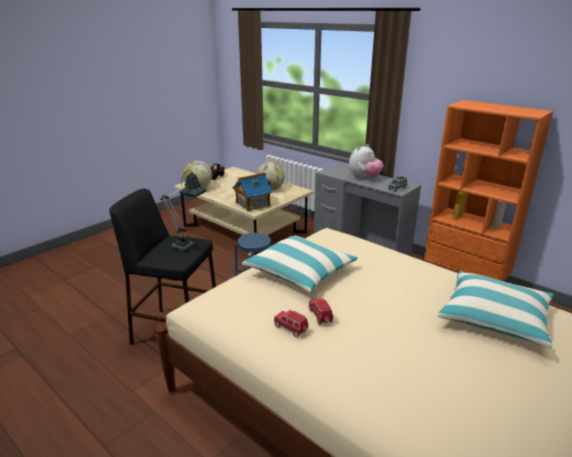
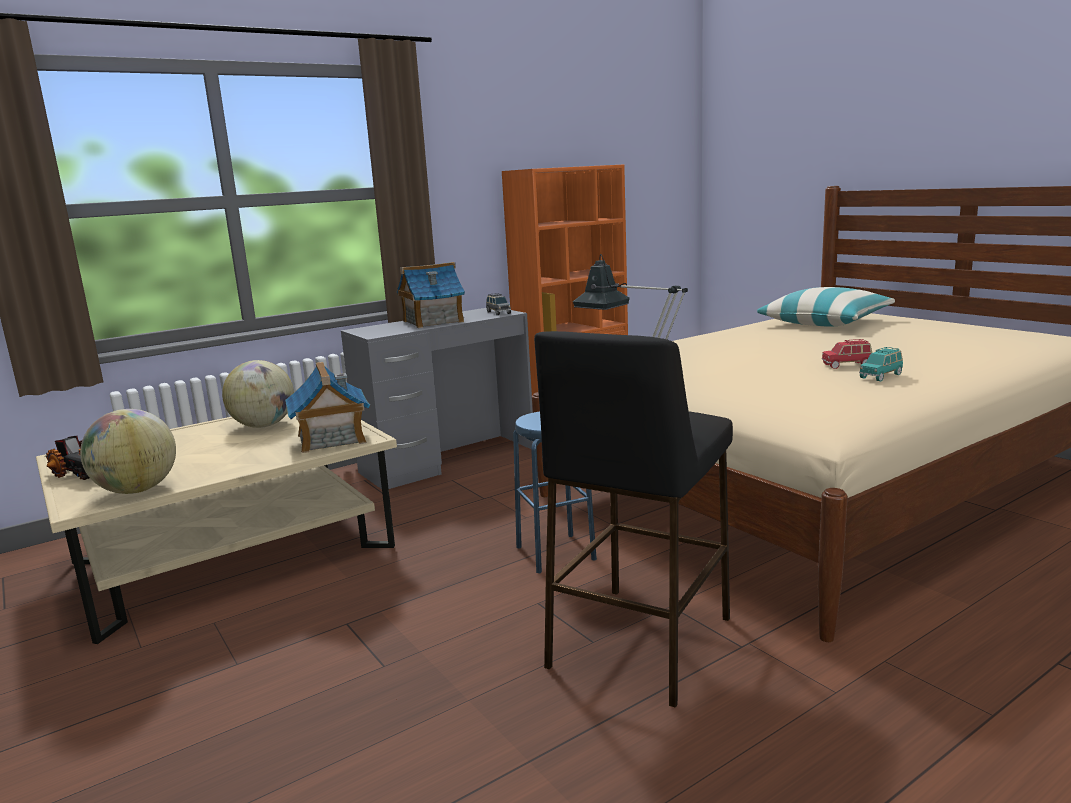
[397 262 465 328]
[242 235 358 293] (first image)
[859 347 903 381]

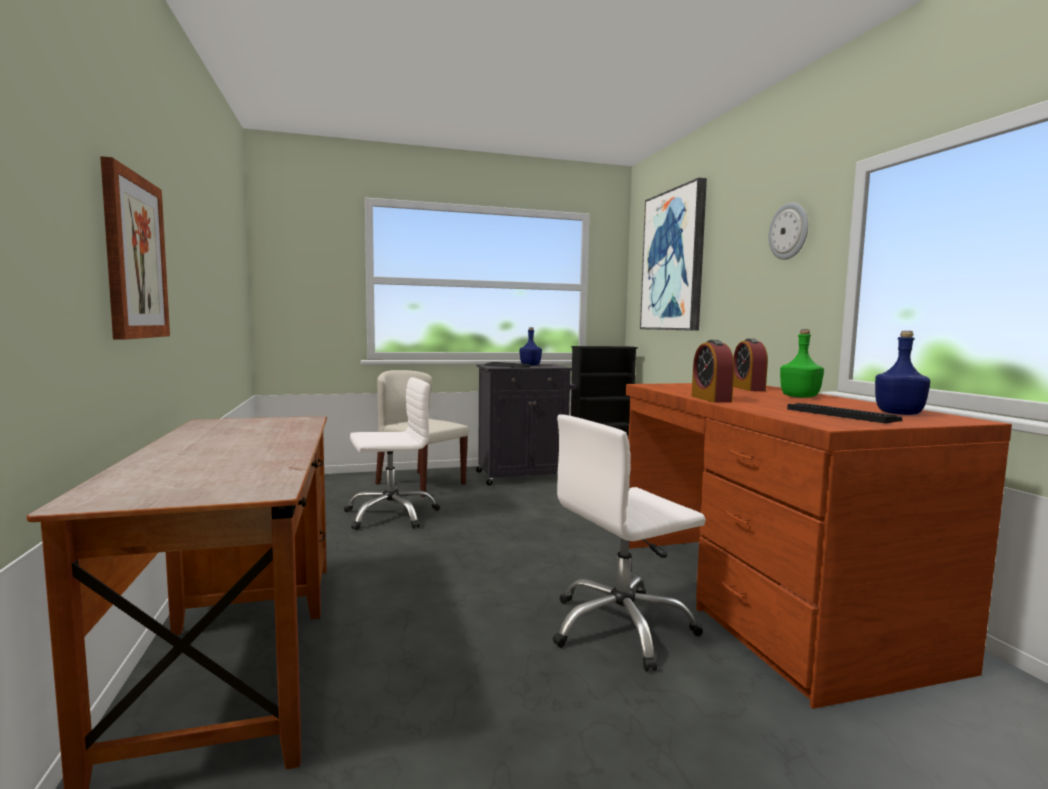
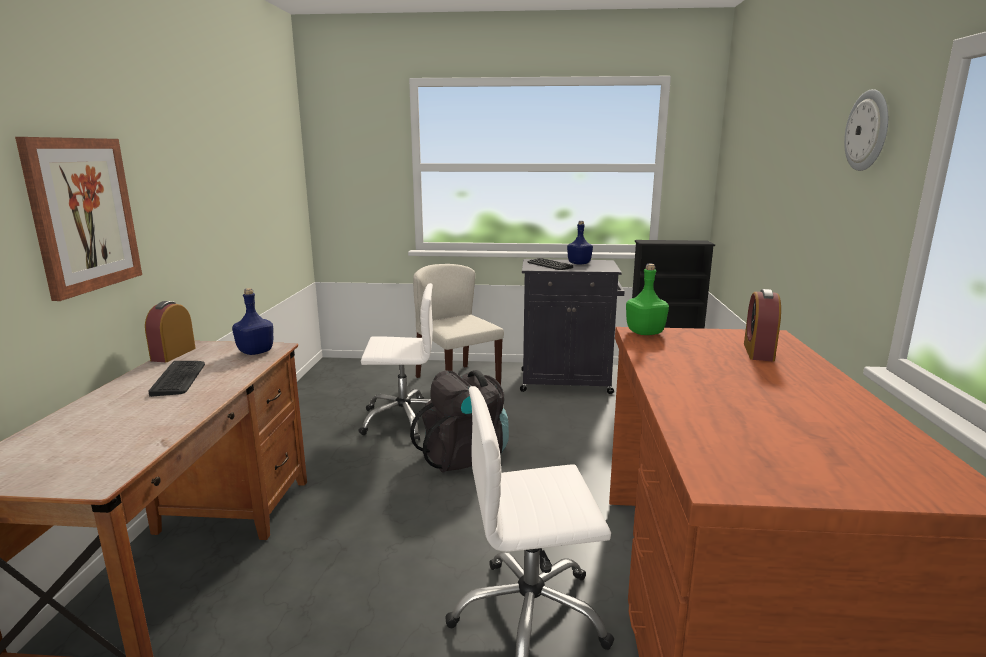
[640 178 707 331] (first image)
[626 264 669 335]
[232 288 273 355]
[145 301 196 362]
[148 361 205 397]
[410 370 509 473]

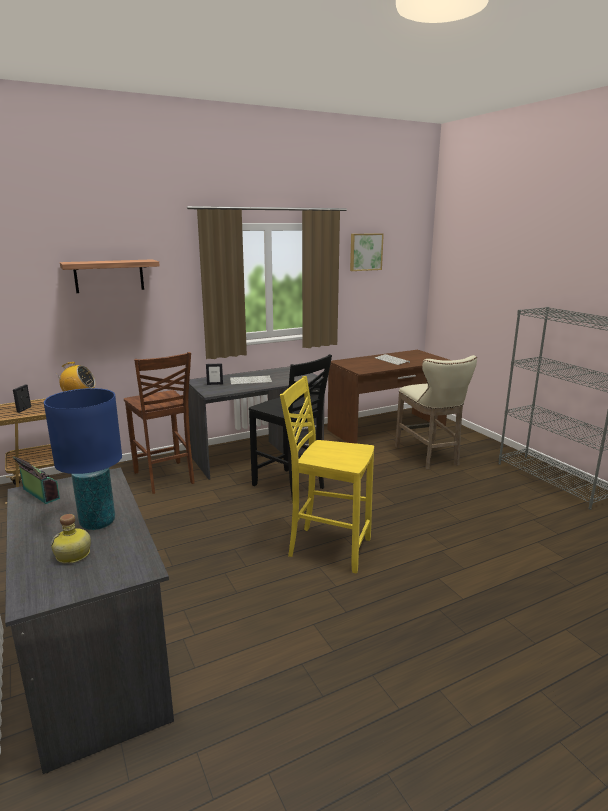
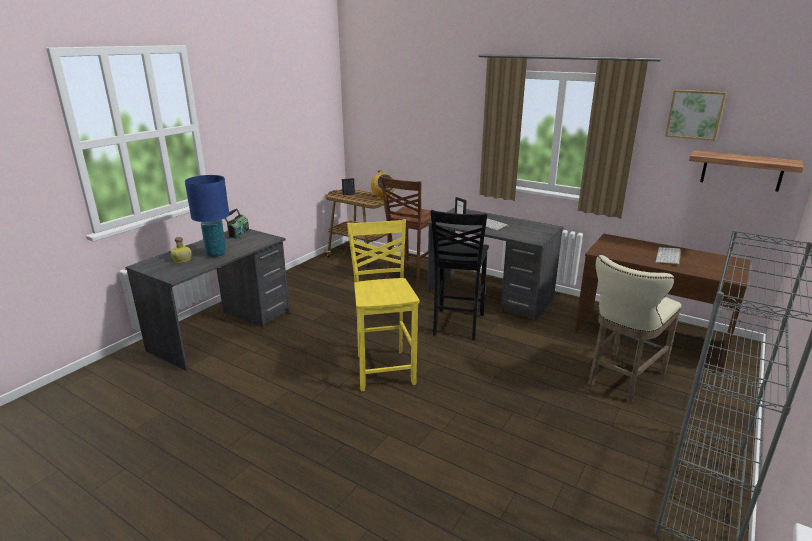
[689 150 804 192]

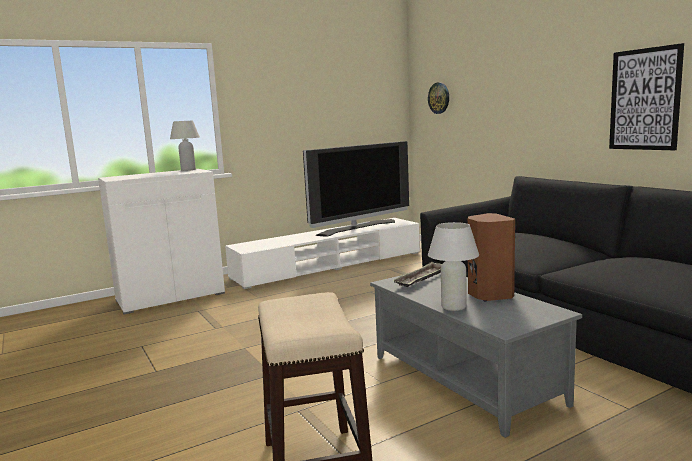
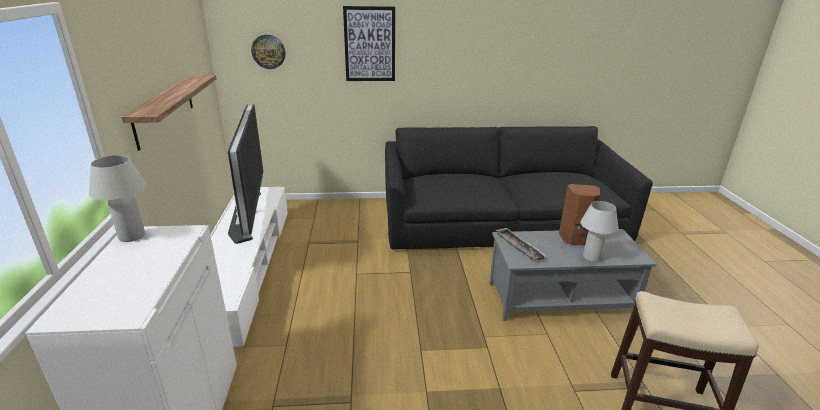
[343 6 395 81]
[121 75 216 151]

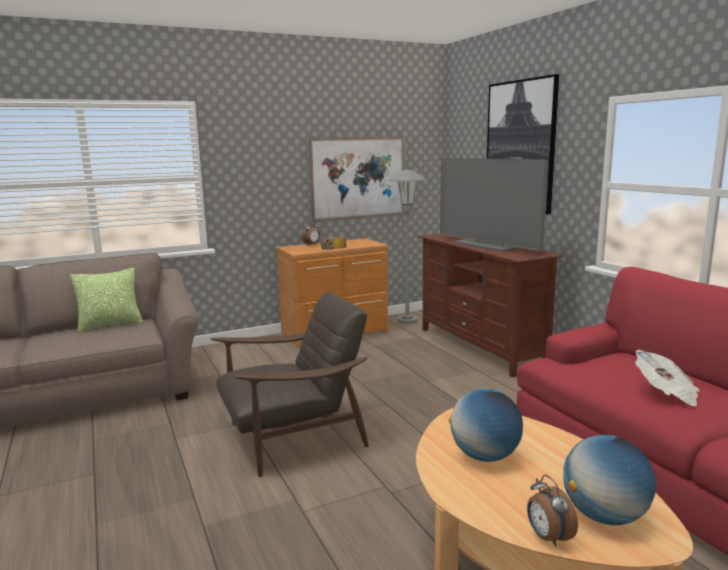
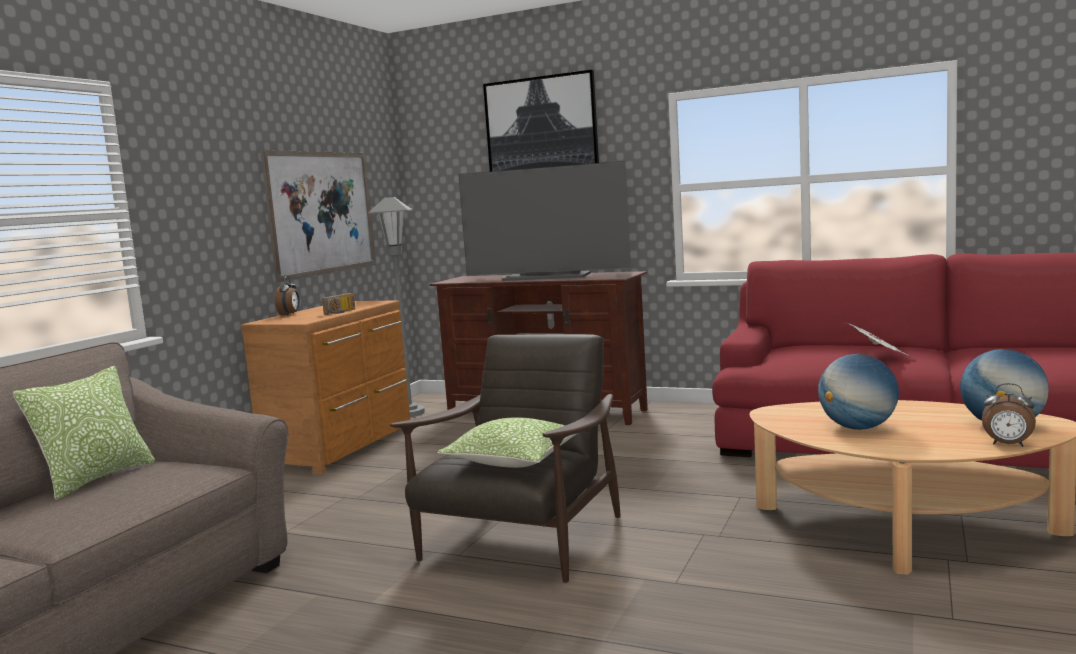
[437 417 578 468]

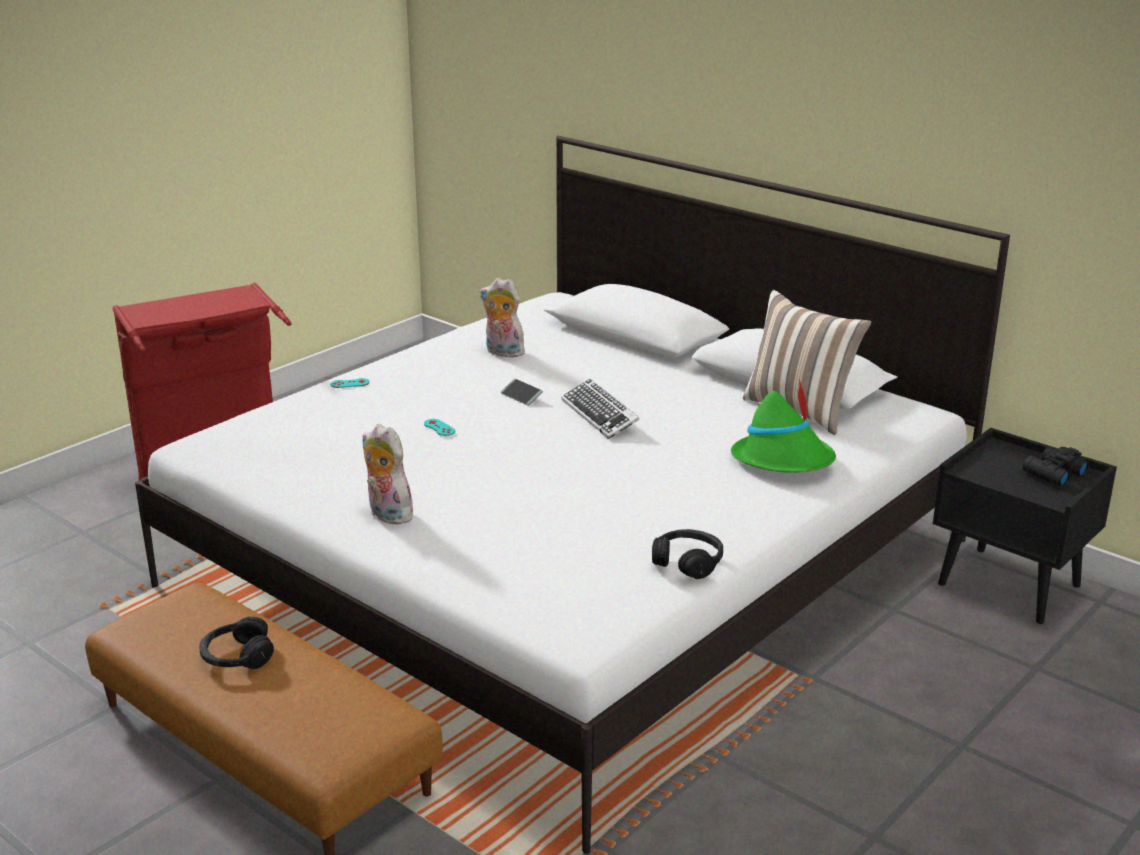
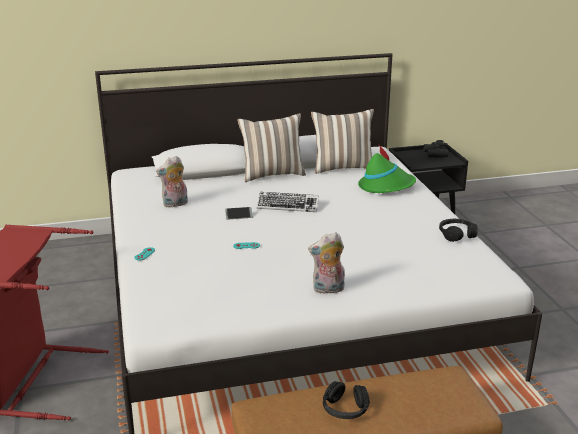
[237 113 306 182]

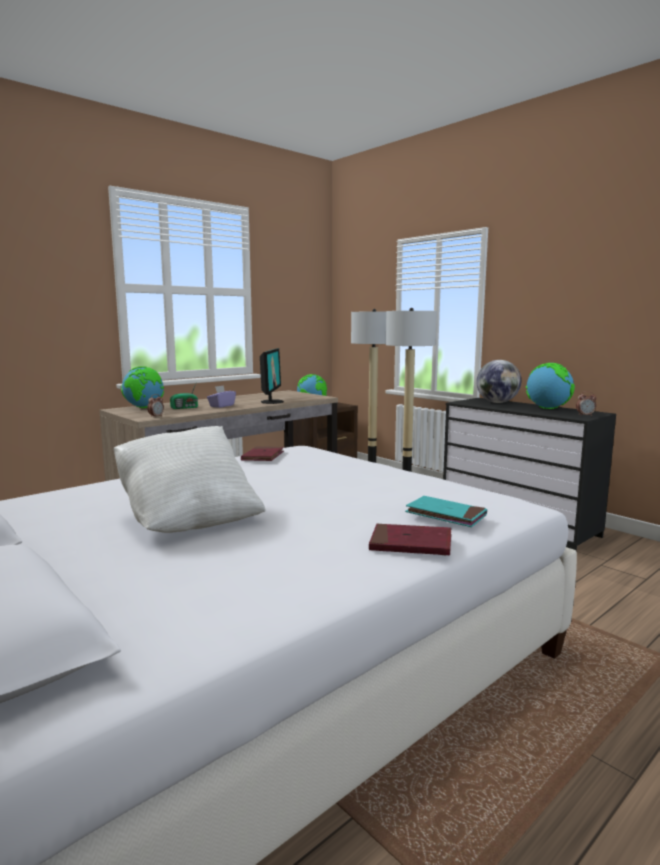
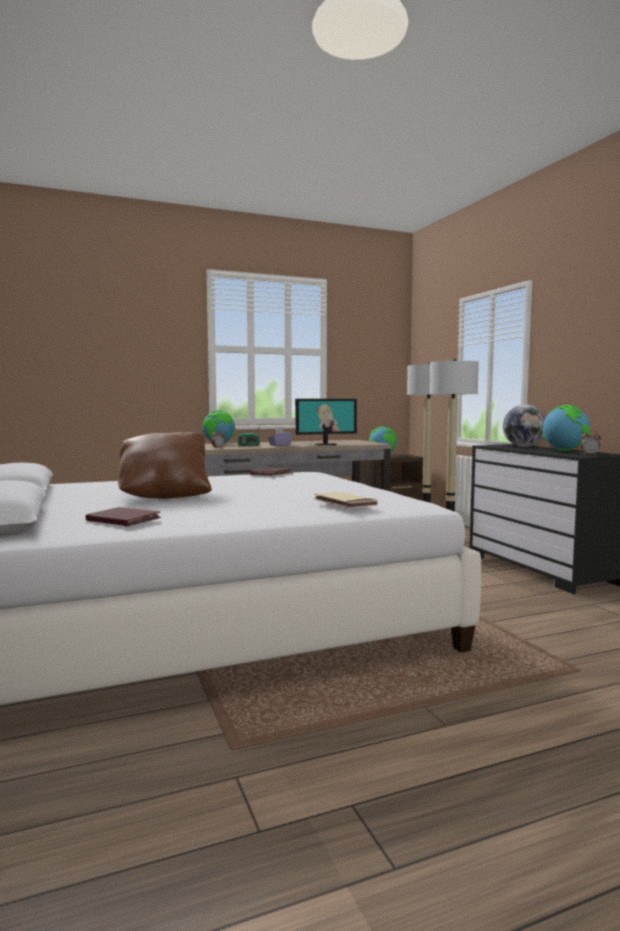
[295 399 357 445]
[118 432 212 499]
[314 491 378 509]
[86 507 161 526]

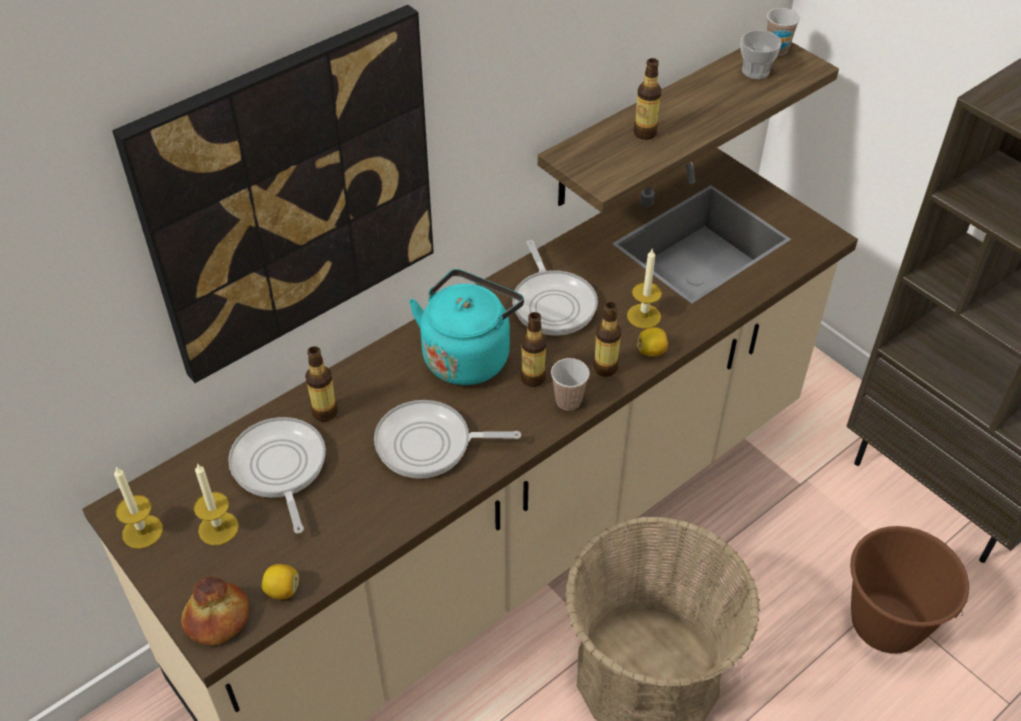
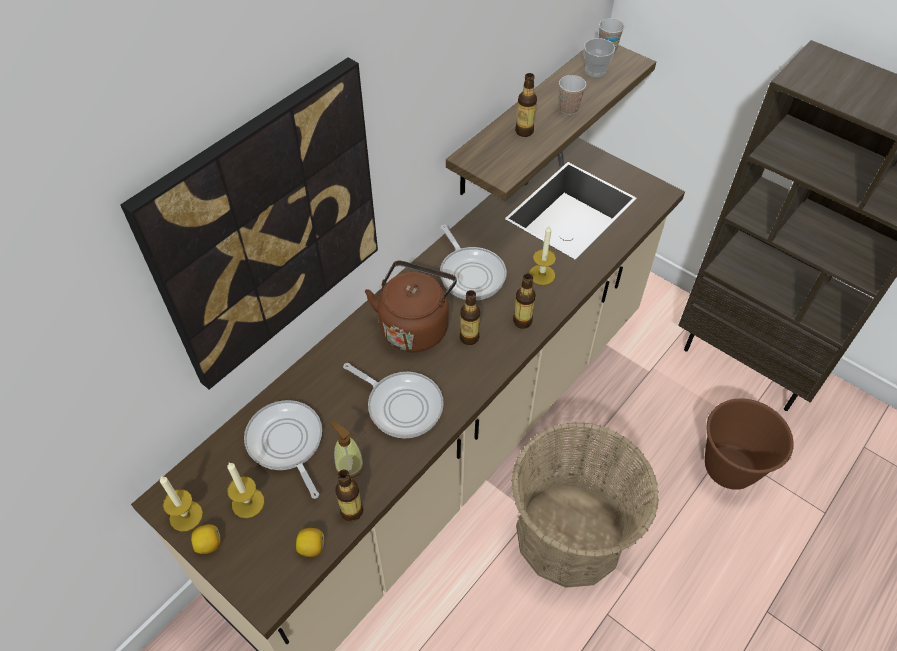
[365 261 457 352]
[191 524 220 554]
[335 469 363 521]
[559 75 586 115]
[343 363 444 438]
[181 577 249 645] (first image)
[331 422 364 478]

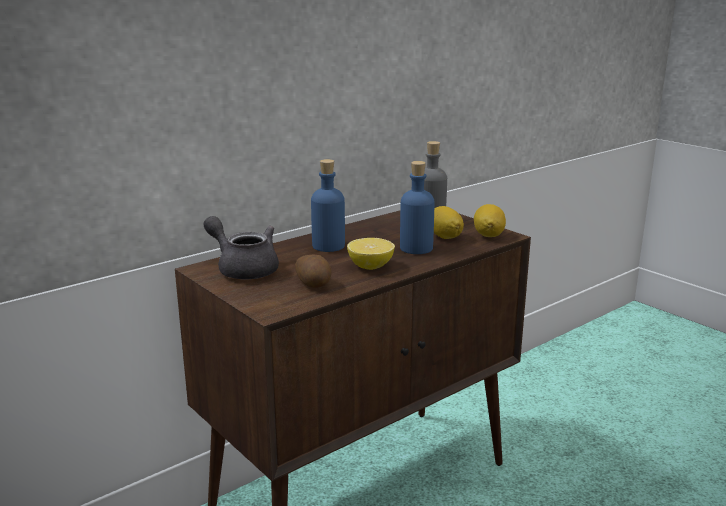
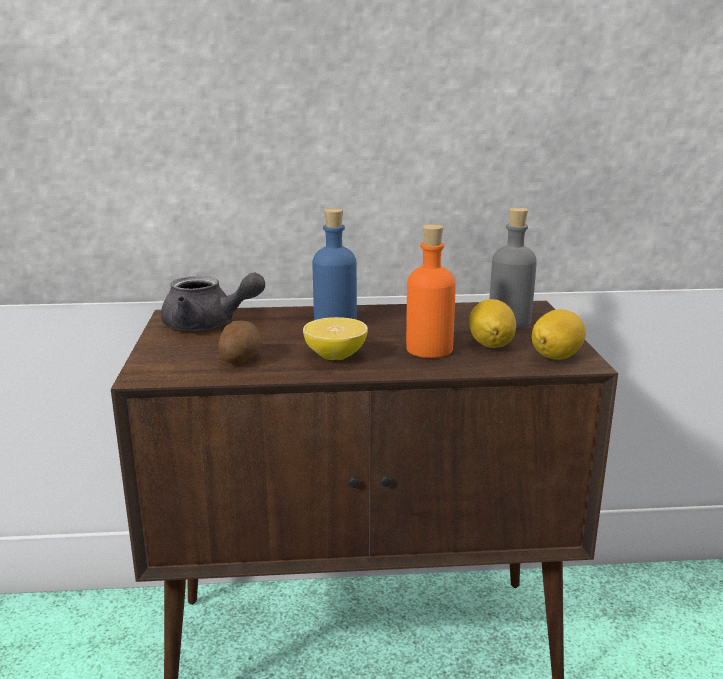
[406 224 456 358]
[161 273 265 331]

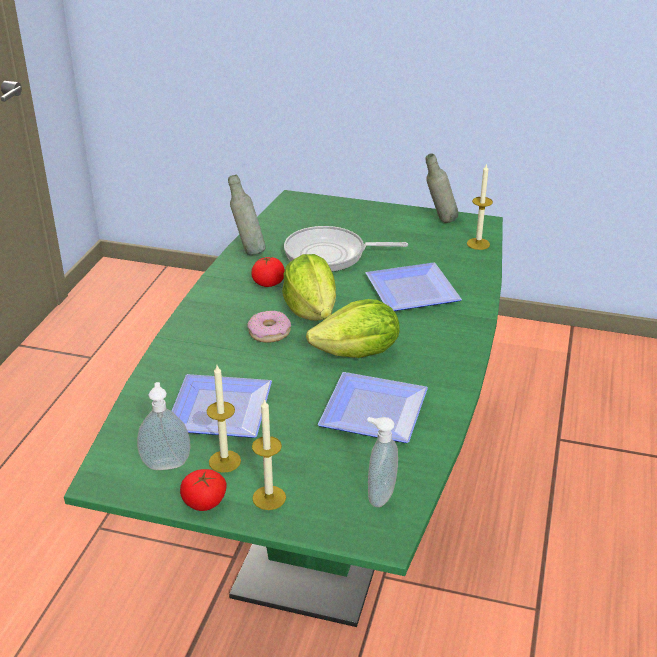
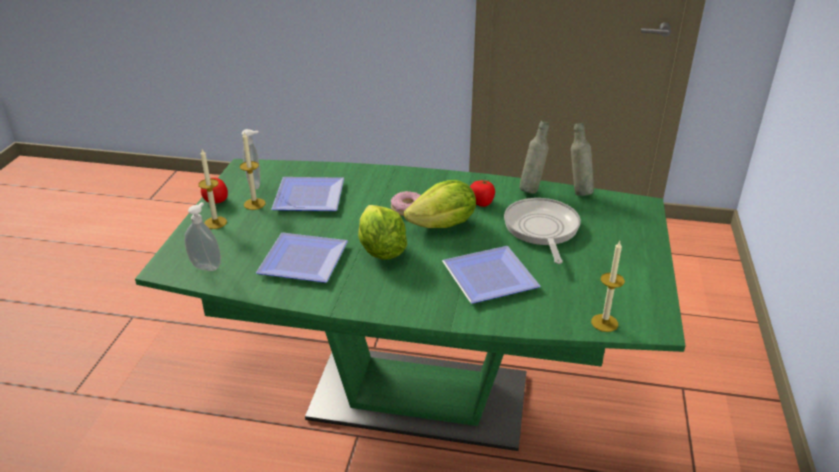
[571 123 594 196]

